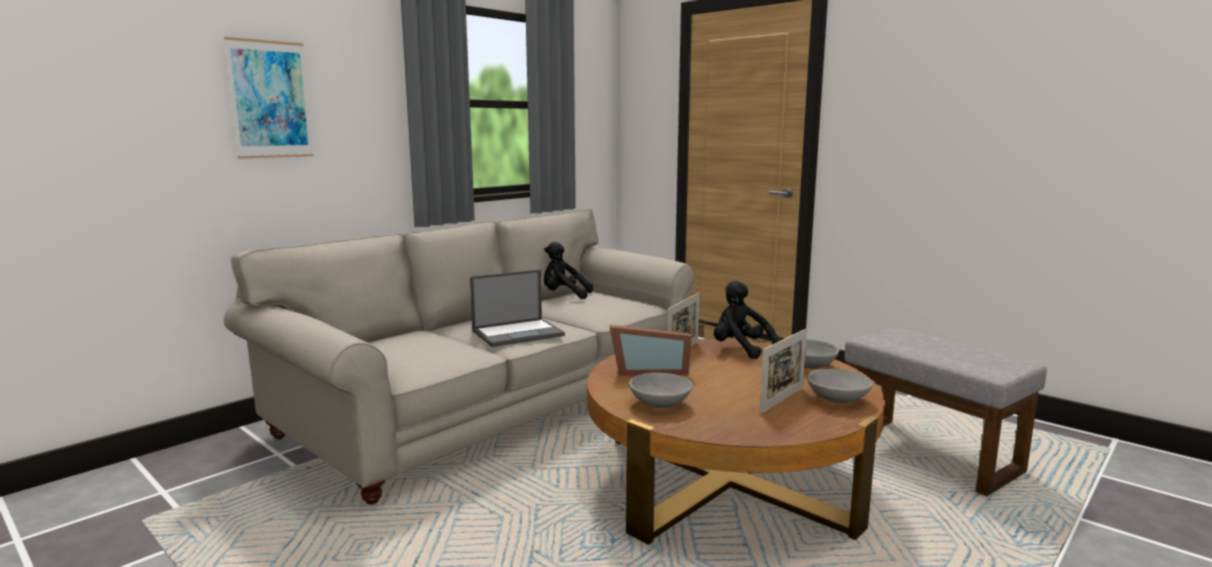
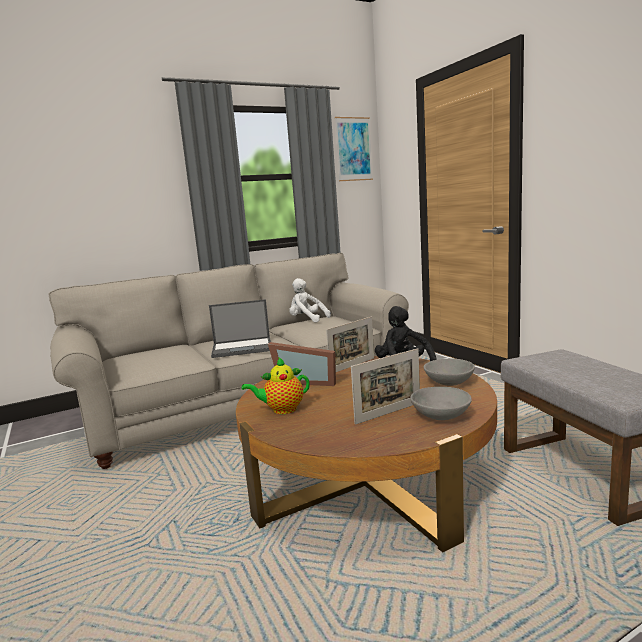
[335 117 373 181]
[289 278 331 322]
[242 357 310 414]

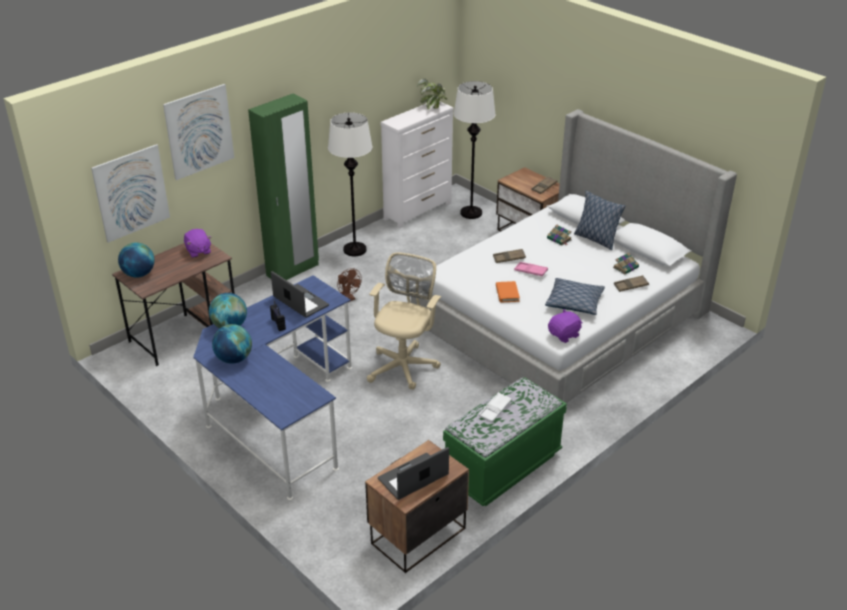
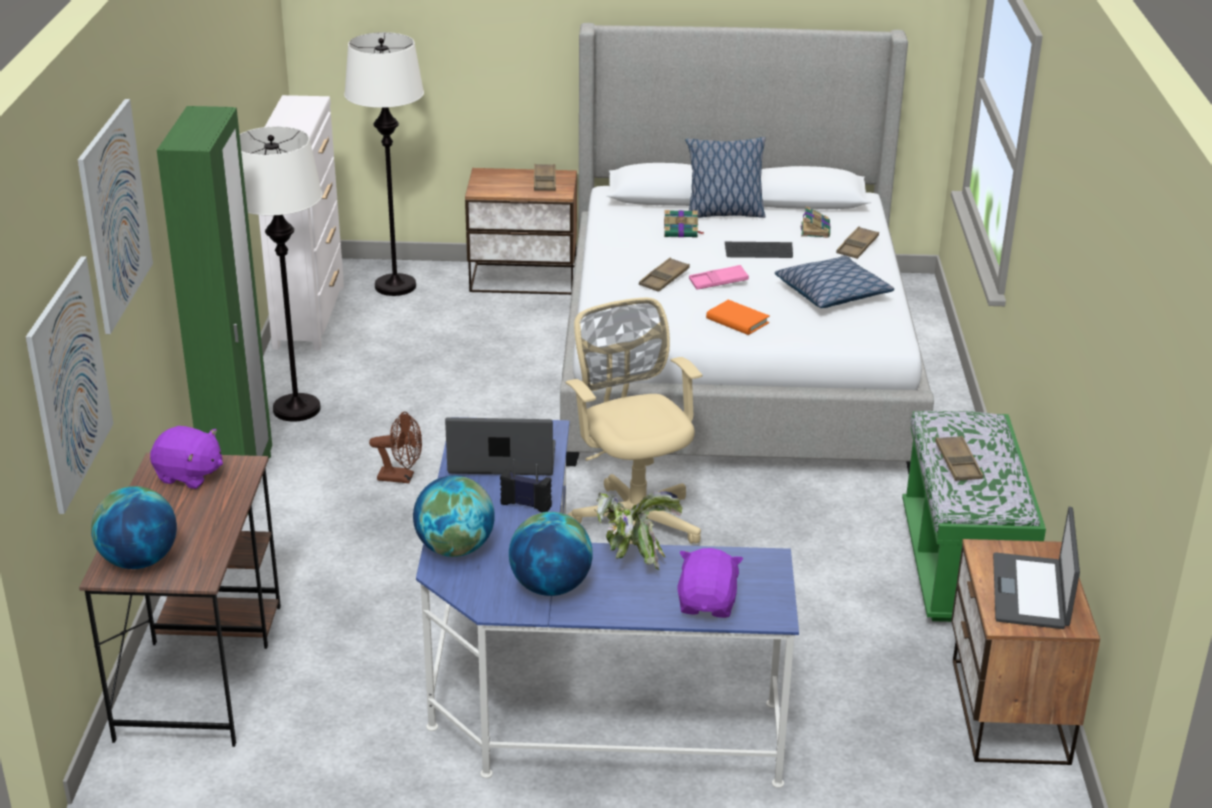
[594 491 683 570]
[678 548 743 618]
[935 436 983 481]
[725 242 793 258]

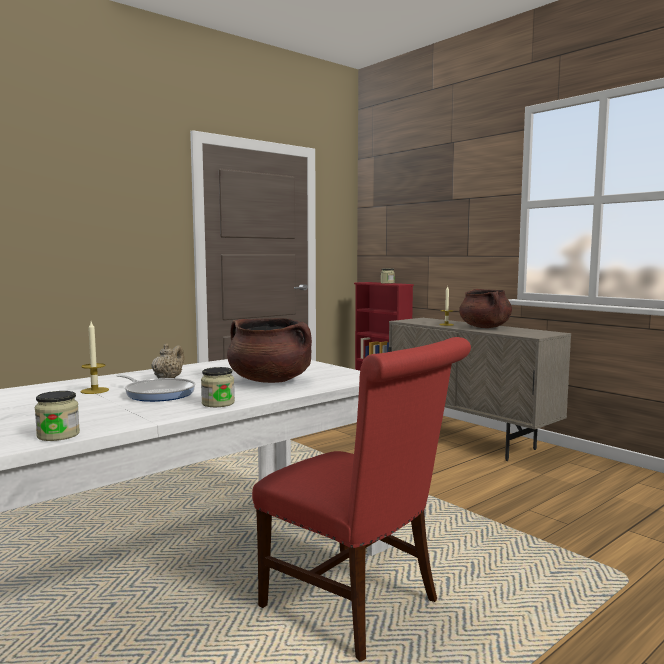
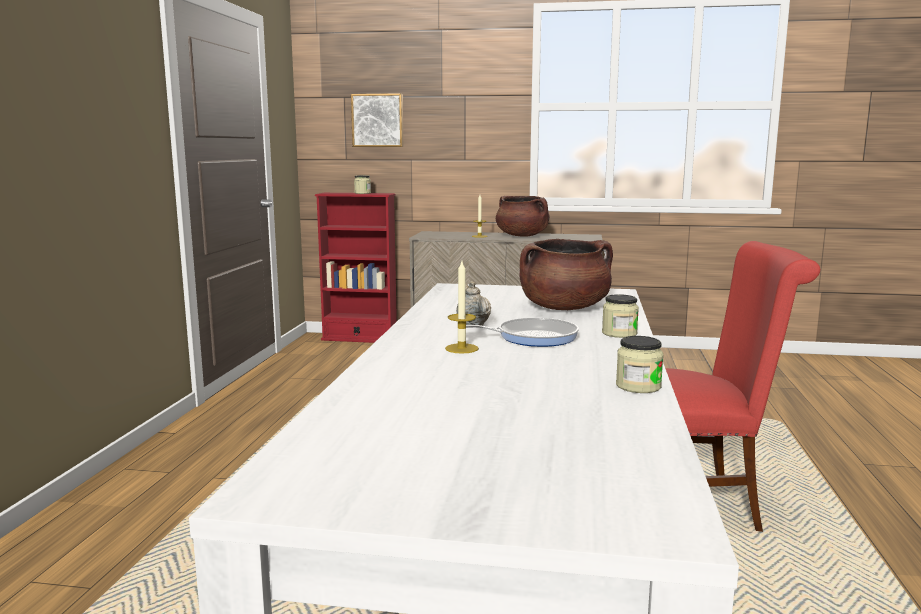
[351 93 403 147]

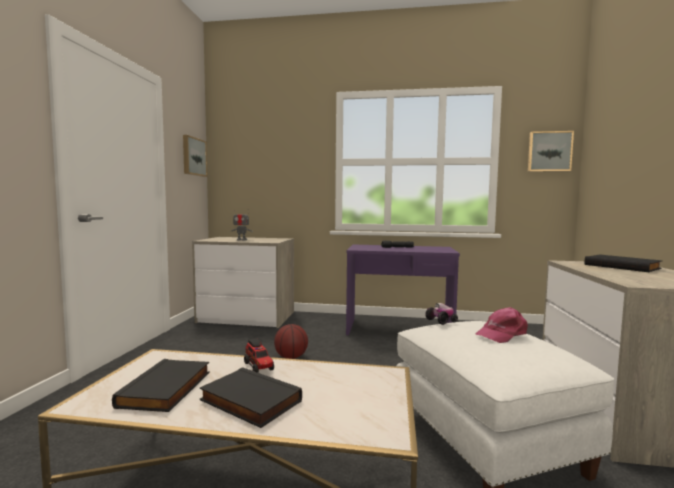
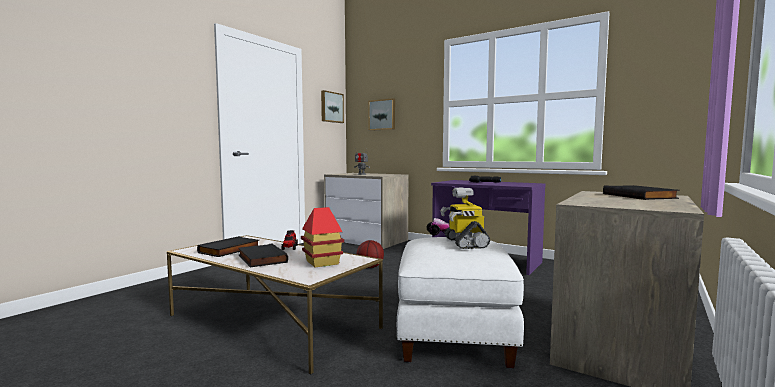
[368 98 395 131]
[440 188 490 249]
[301 207 344 267]

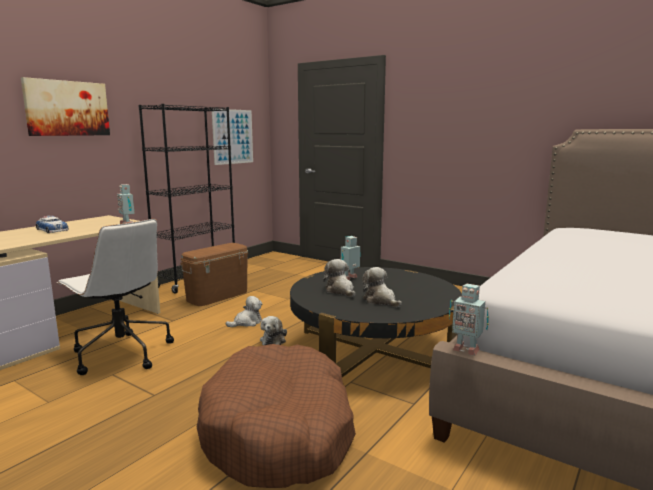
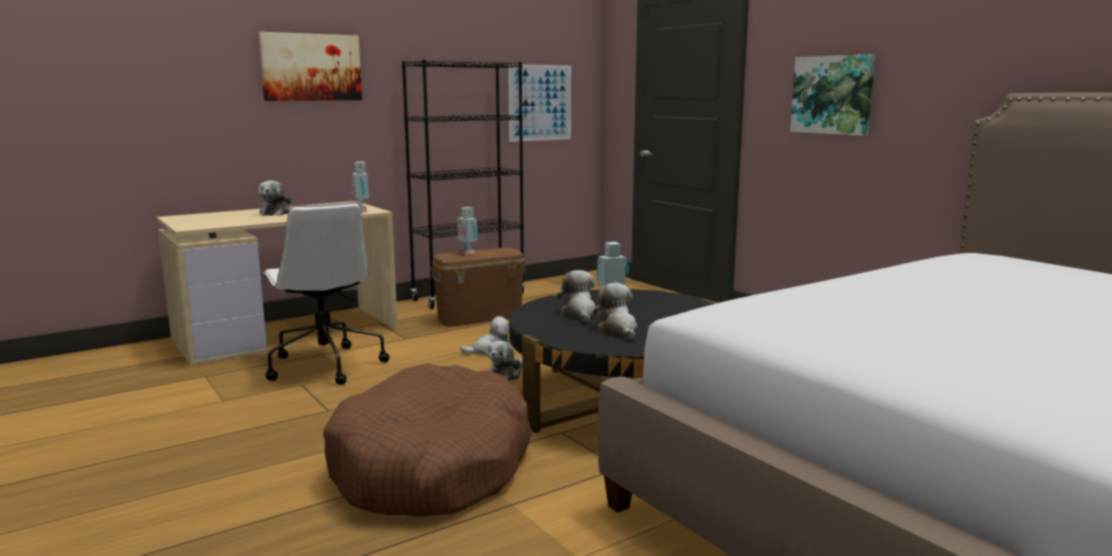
[258 180 291 216]
[457 207 477 255]
[790 54 875 136]

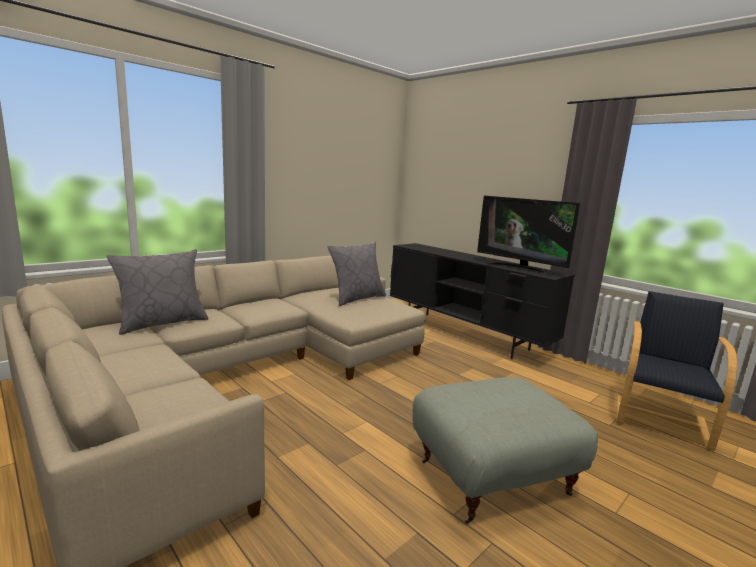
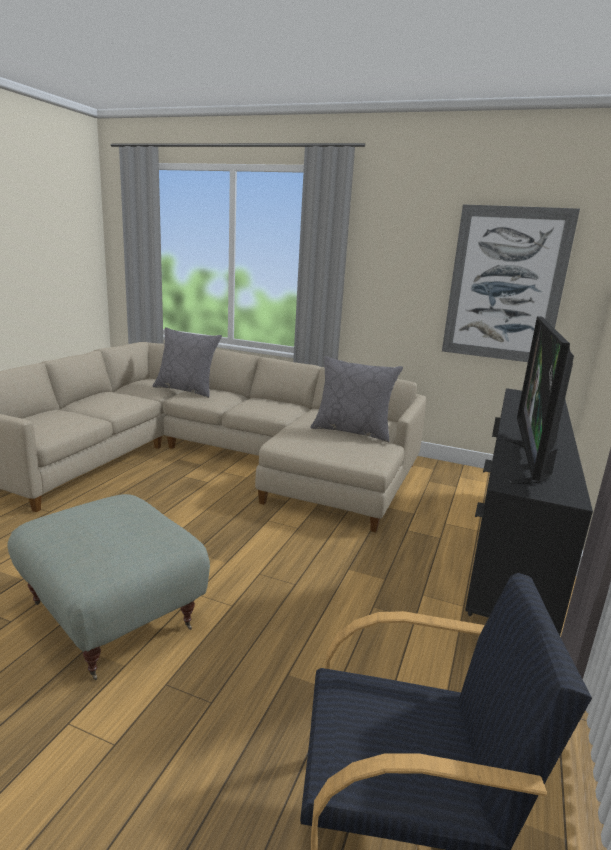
[442 204 580 362]

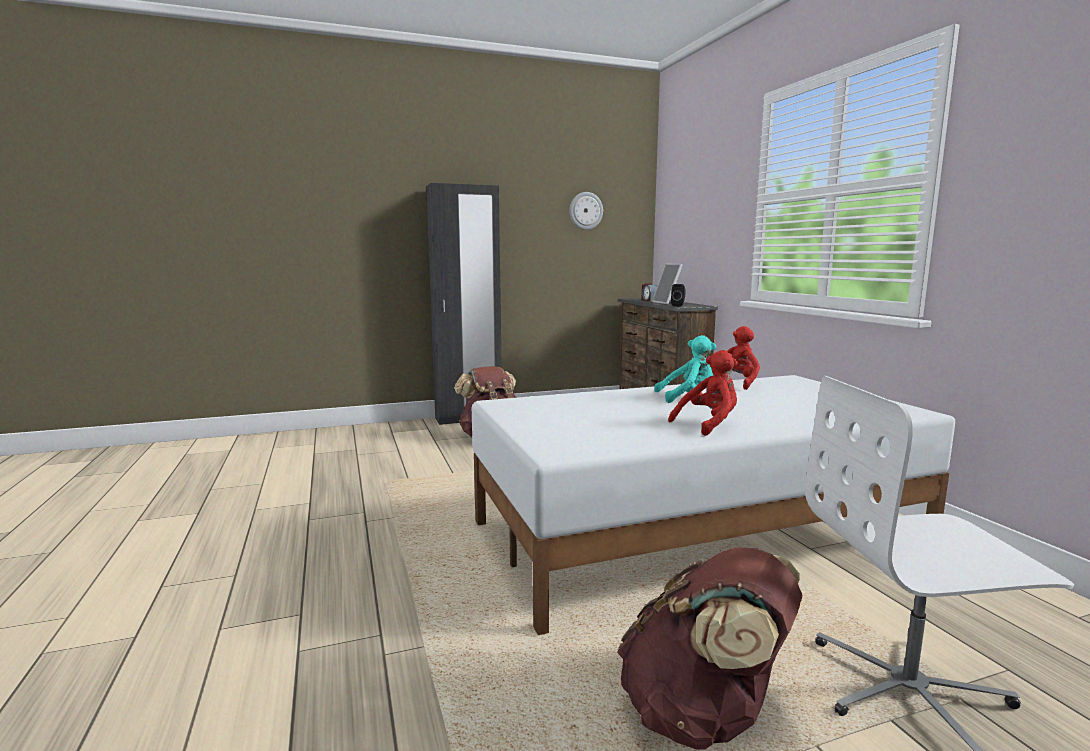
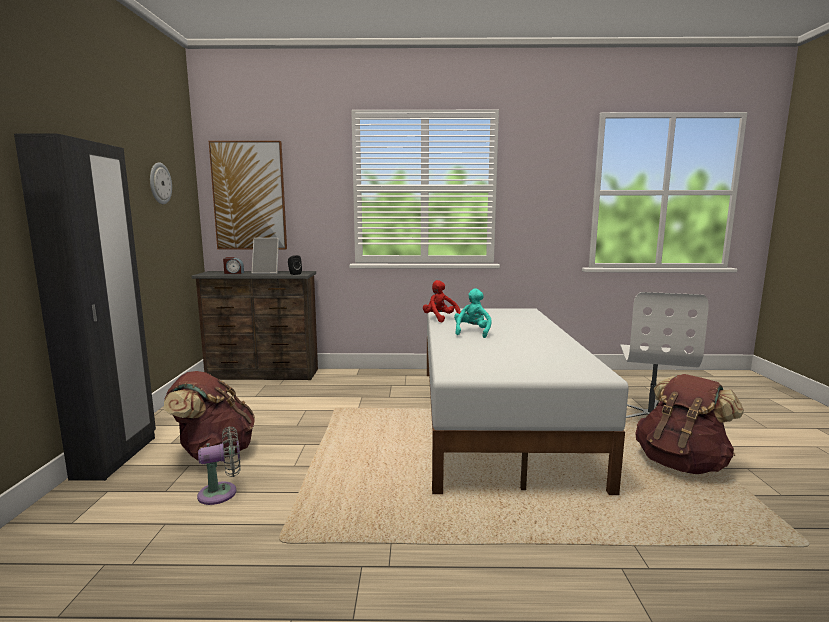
[668 350 738 436] (first image)
[209 141 287 249]
[197 426 241 505]

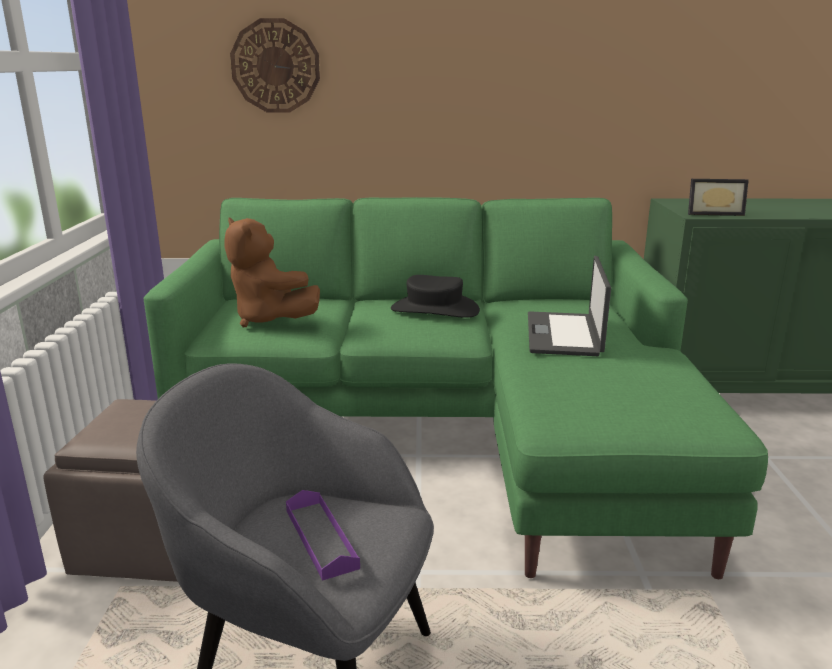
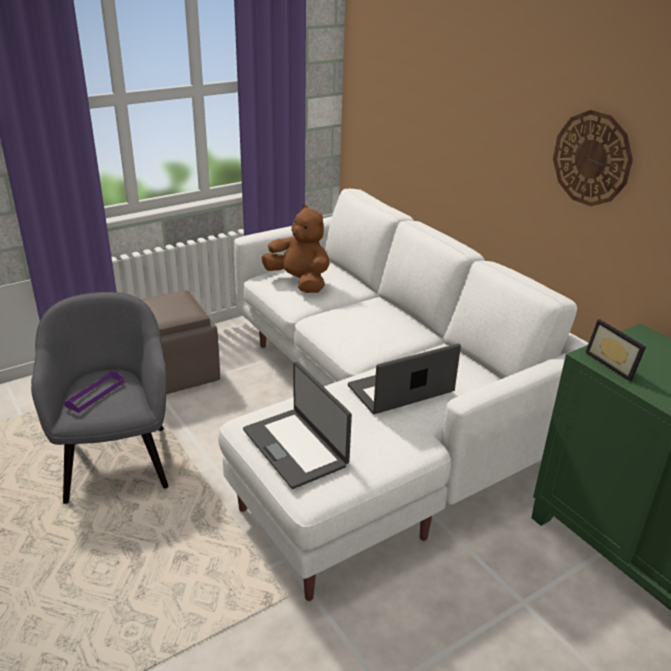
[553 110 633 207]
[218 189 588 601]
[262 204 330 293]
[391 275 480 318] (first image)
[243 362 352 489]

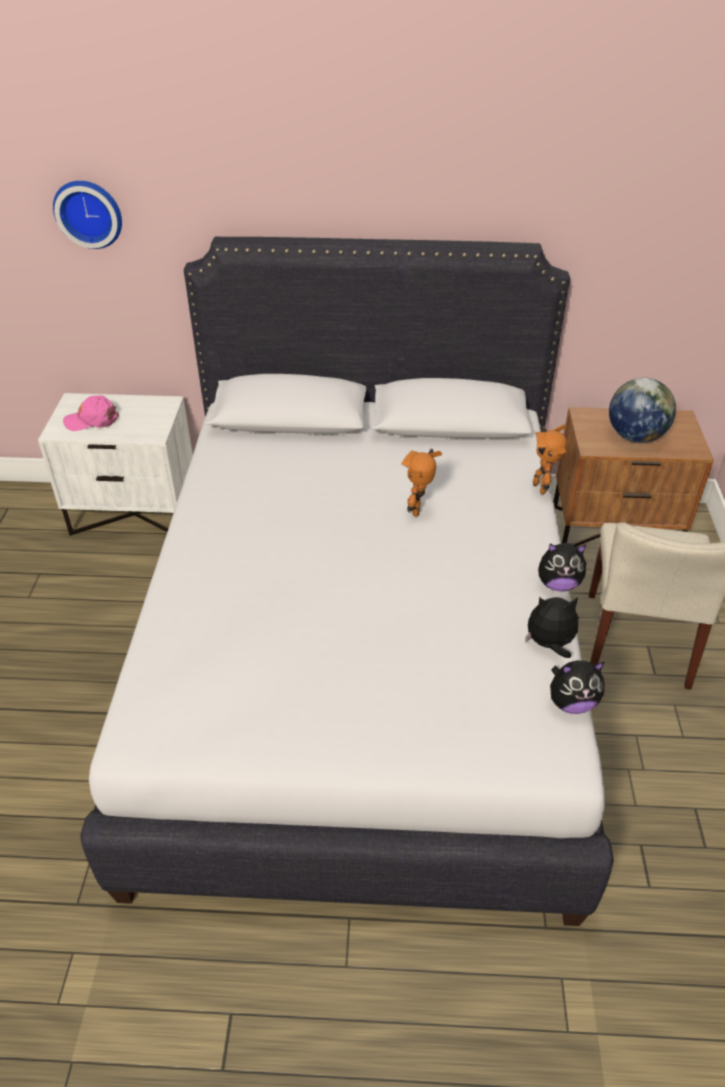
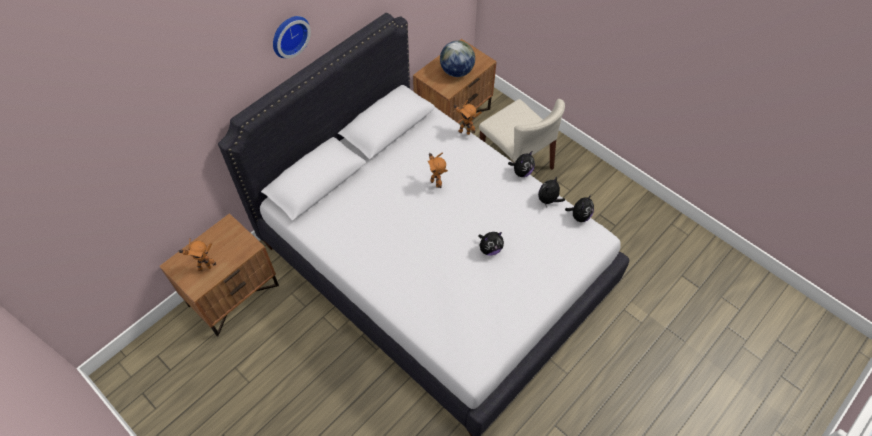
[273 16 311 58]
[160 213 279 336]
[178 238 216 271]
[479 232 504 256]

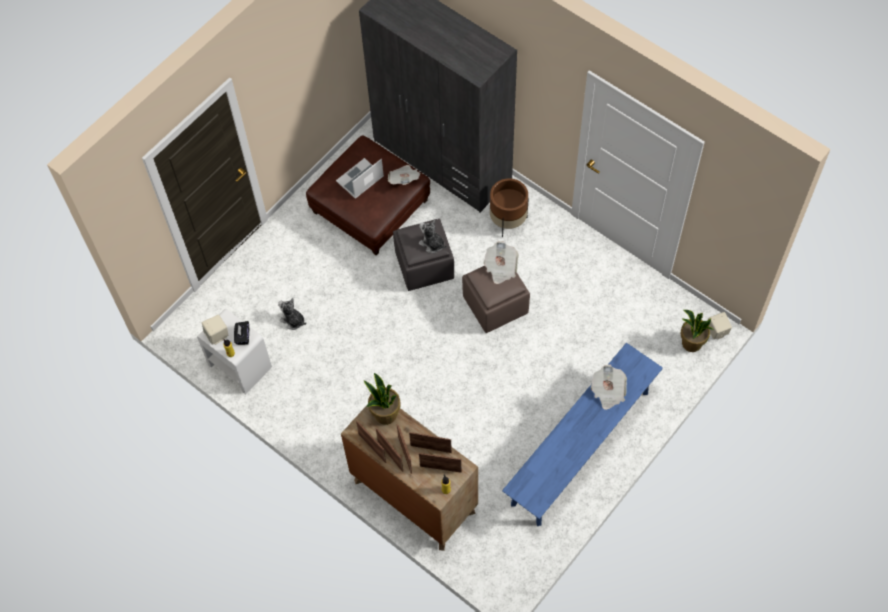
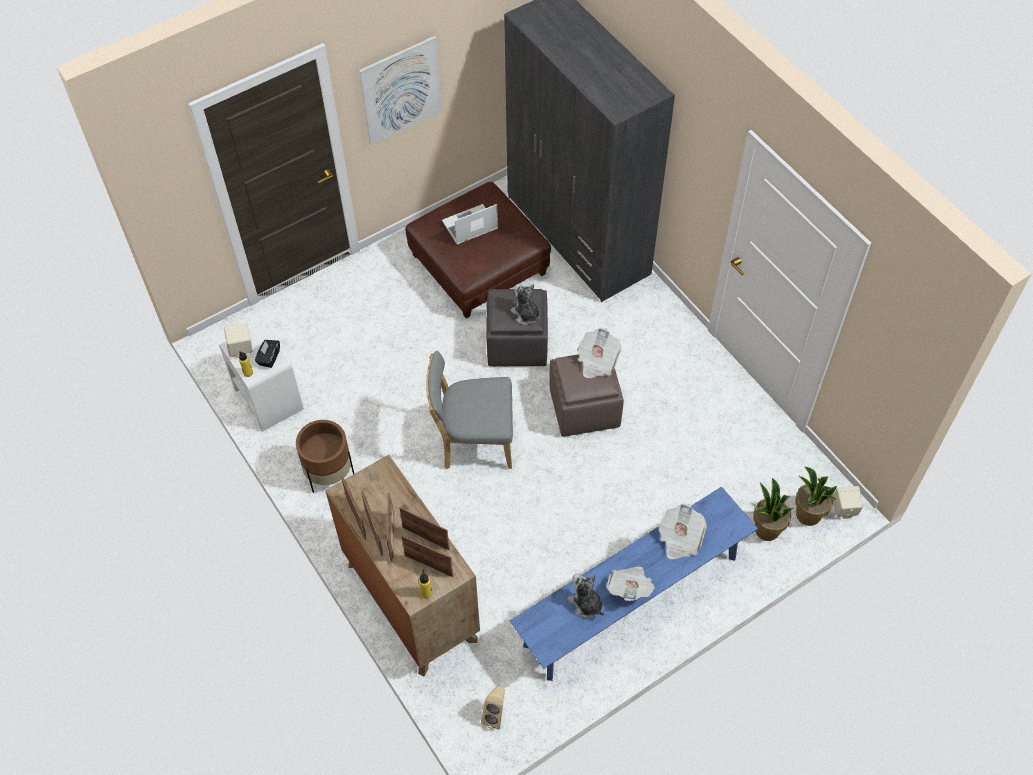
[606 566 655 601]
[296 420 354 493]
[567 573 604 618]
[753 478 793 541]
[359 36 442 145]
[426 351 513 469]
[481 686 505 730]

